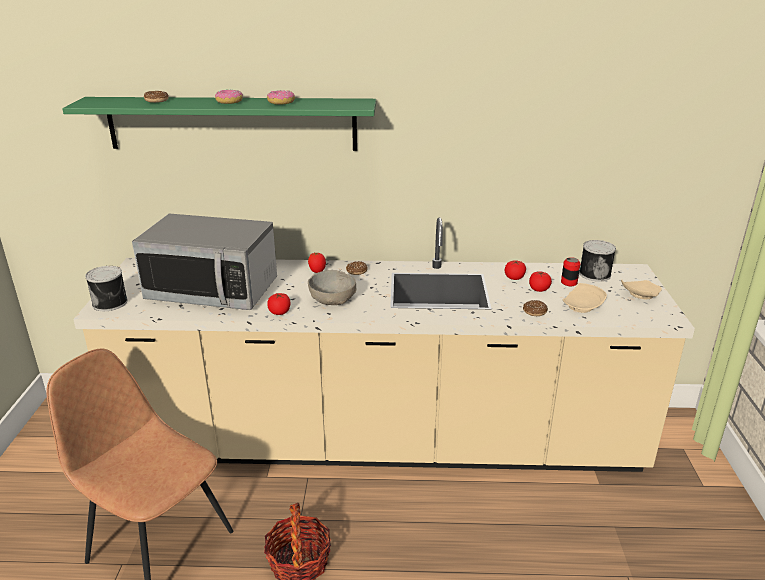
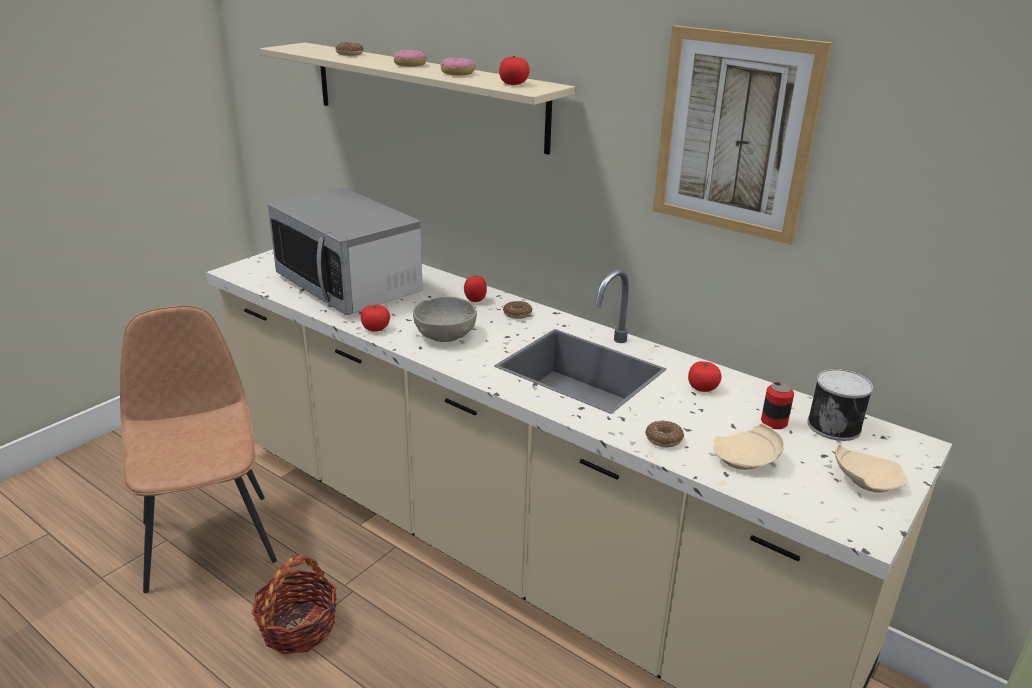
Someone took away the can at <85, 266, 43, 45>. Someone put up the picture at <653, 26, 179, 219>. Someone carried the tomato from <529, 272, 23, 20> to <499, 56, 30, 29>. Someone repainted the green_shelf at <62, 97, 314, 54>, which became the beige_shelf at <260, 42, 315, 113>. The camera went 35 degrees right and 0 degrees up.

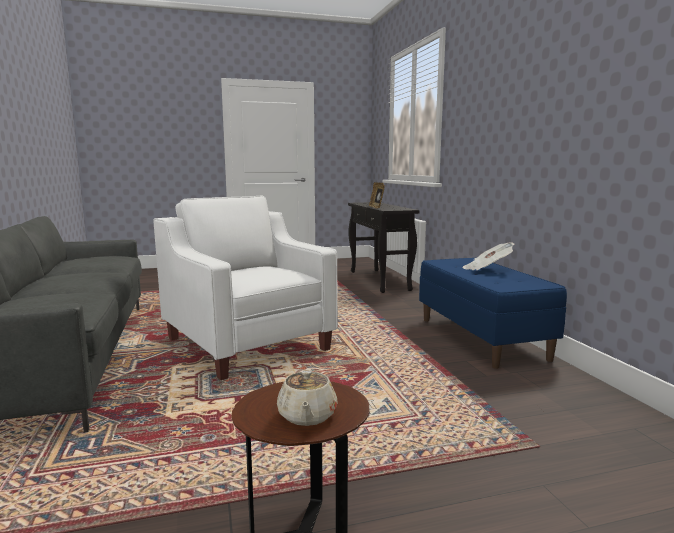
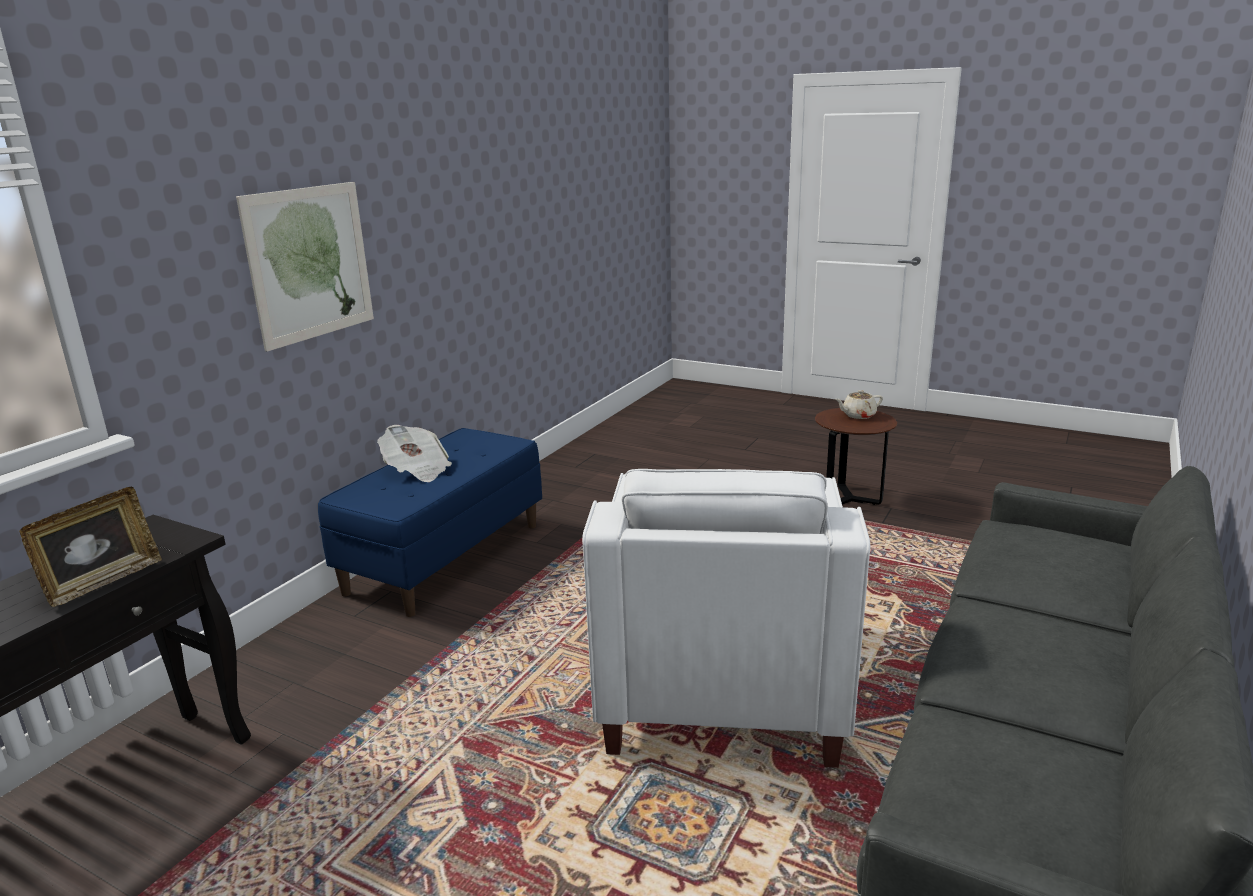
Someone put up the picture at <236, 182, 138, 170>. Someone rotated the beige_teapot at <277, 368, 61, 58> by 150 degrees counterclockwise. The camera went 135 degrees left and 10 degrees up.

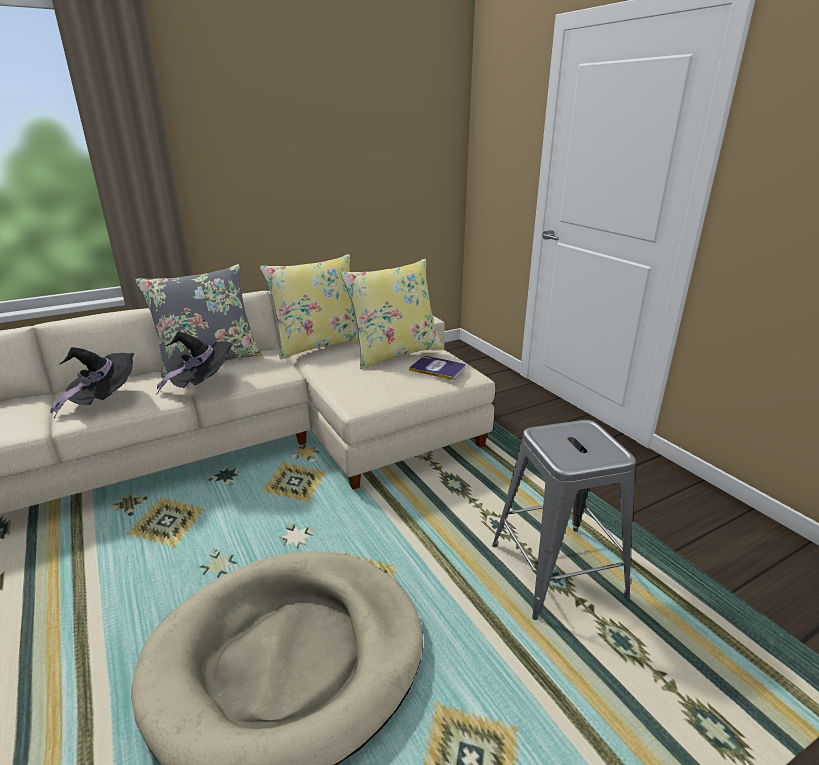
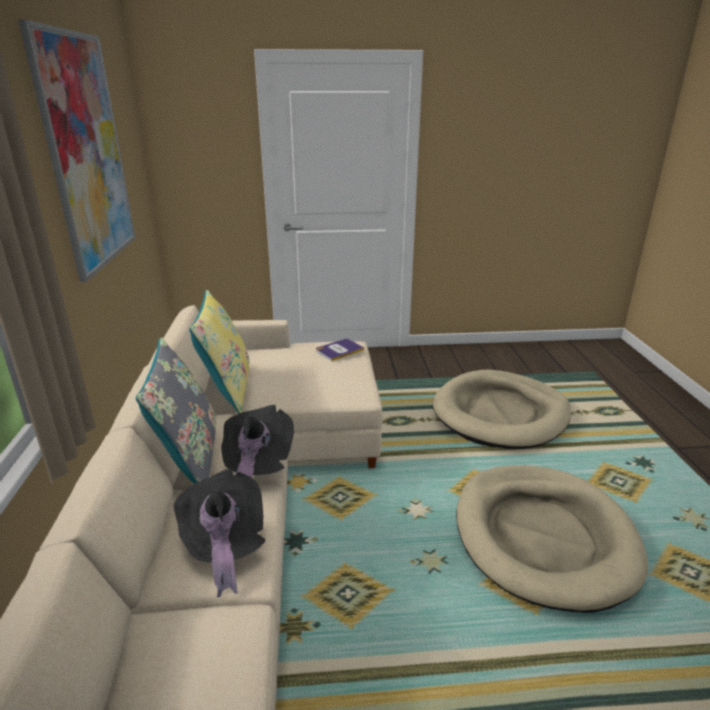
Someone took away the yellow_pillow at <340, 259, 103, 110>. Someone put up the picture at <18, 20, 117, 262>. Someone swapped the grey_stool at <492, 420, 144, 200> for the beige_dog_bed at <433, 370, 138, 79>. The camera went 65 degrees left and 0 degrees up.

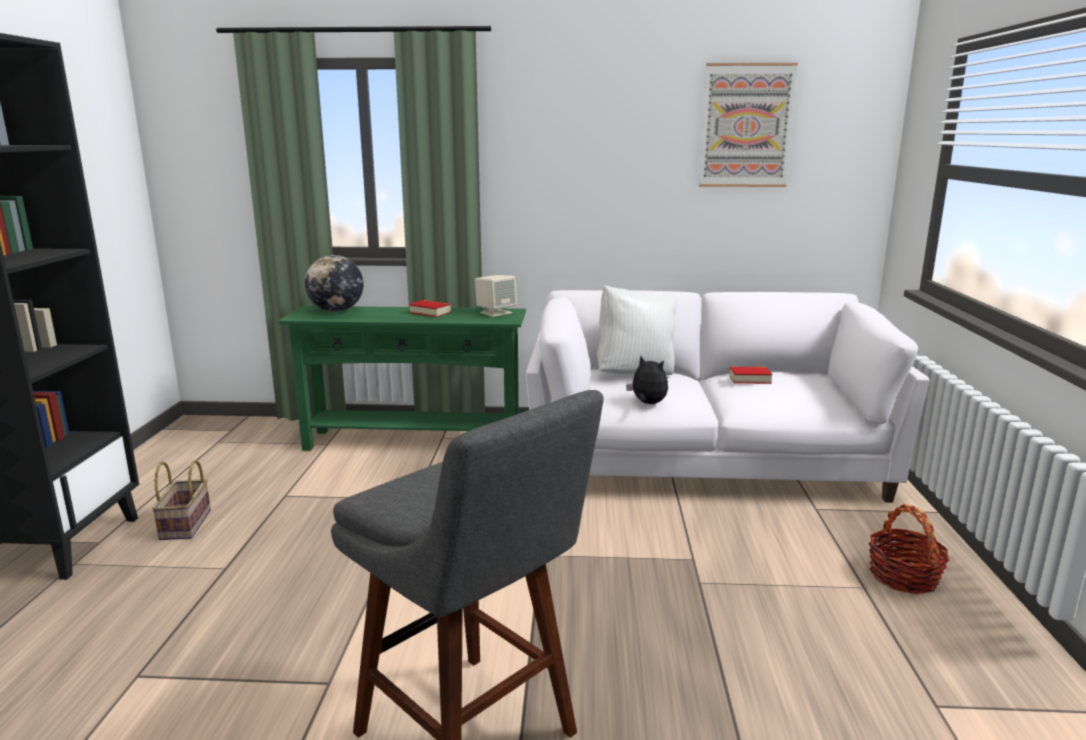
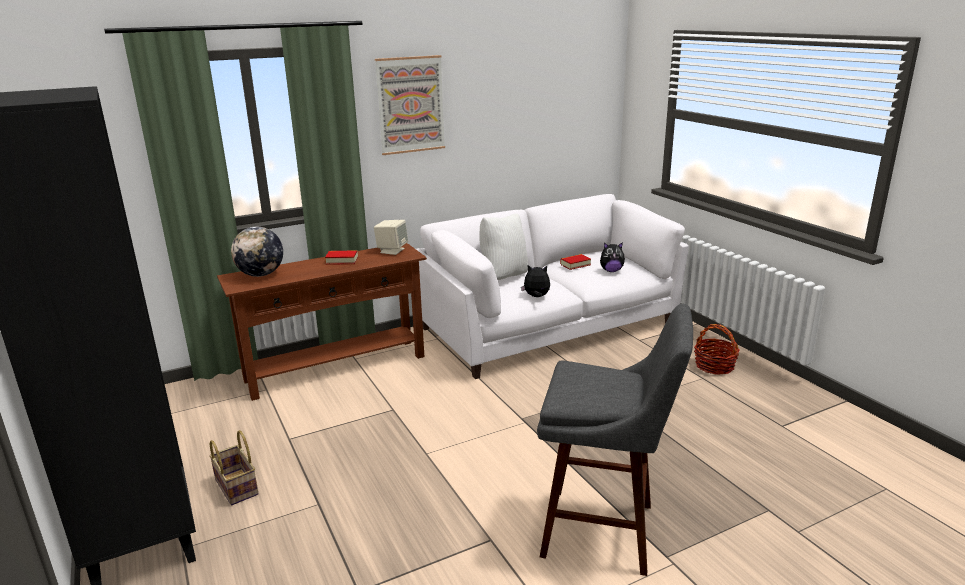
Someone put down the plush_toy at <600, 242, 25, 30>. Someone carried the picture from <699, 63, 99, 124> to <375, 55, 70, 100>. Someone repainted the green_console_table at <278, 306, 248, 145>, which became the brown_console_table at <217, 243, 210, 158>. The camera went 30 degrees left and 5 degrees up.

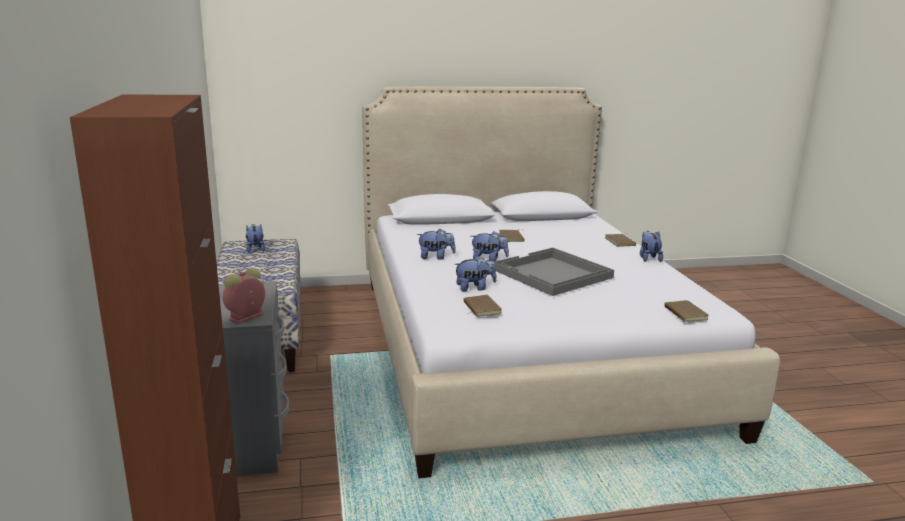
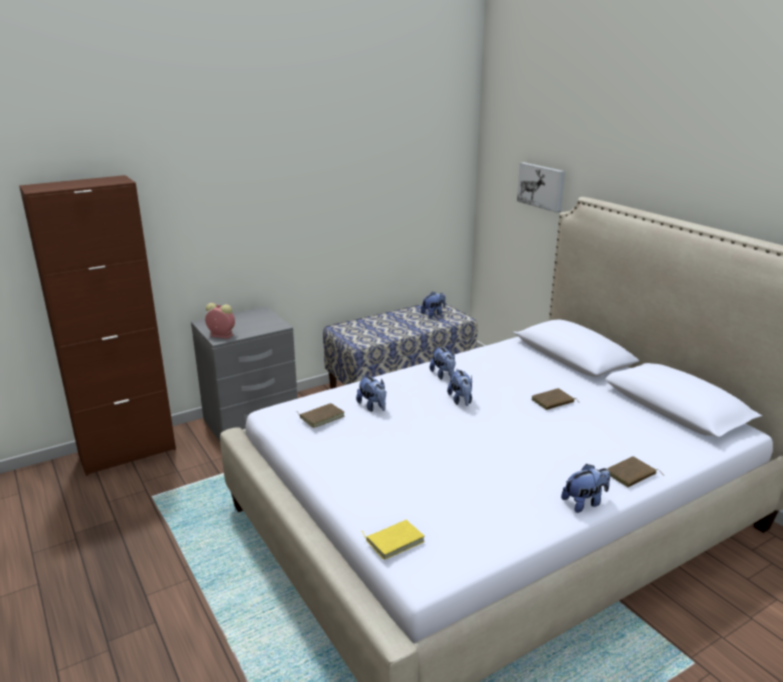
Someone took away the grey_tray at <494, 248, 120, 48>. Someone put up the picture at <517, 162, 48, 51>. Someone repainted the brown_book at <665, 300, 43, 22>, which became the yellow_book at <362, 520, 62, 40>. The camera went 70 degrees right and 5 degrees up.

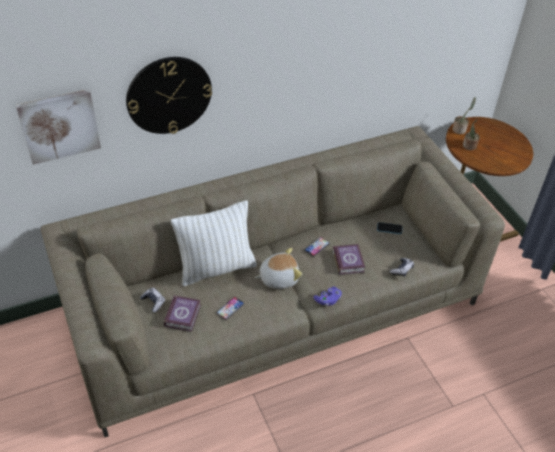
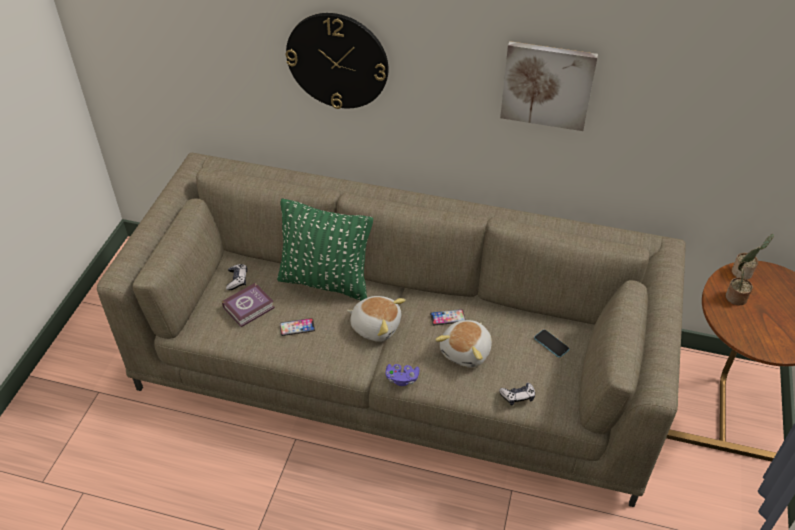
Someone carried the picture from <16, 89, 85, 76> to <500, 41, 98, 90>. Someone swapped the book at <333, 244, 32, 31> for the plush_toy at <435, 320, 57, 47>. Someone repainted the white_pillow at <171, 200, 86, 87>, which became the green_pillow at <277, 199, 96, 102>. The camera went 40 degrees right and 0 degrees up.

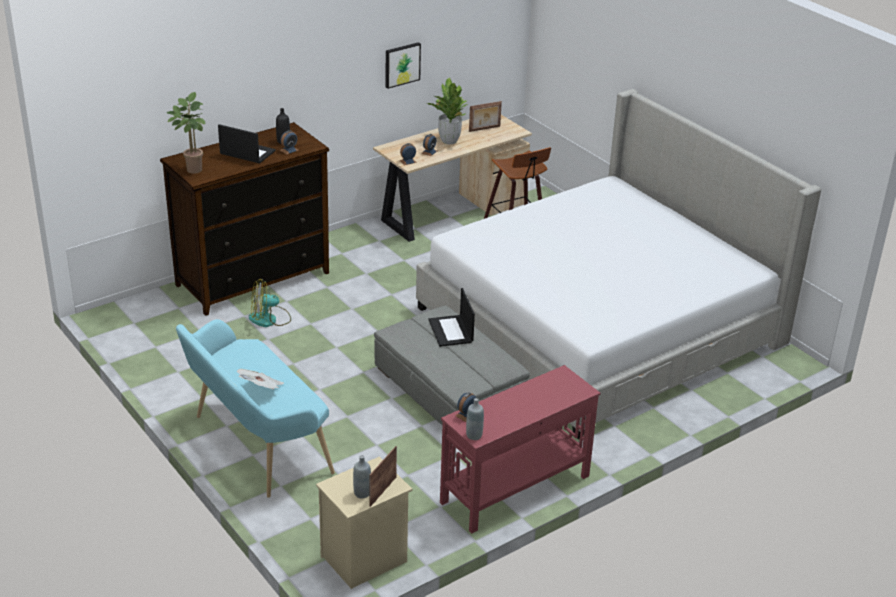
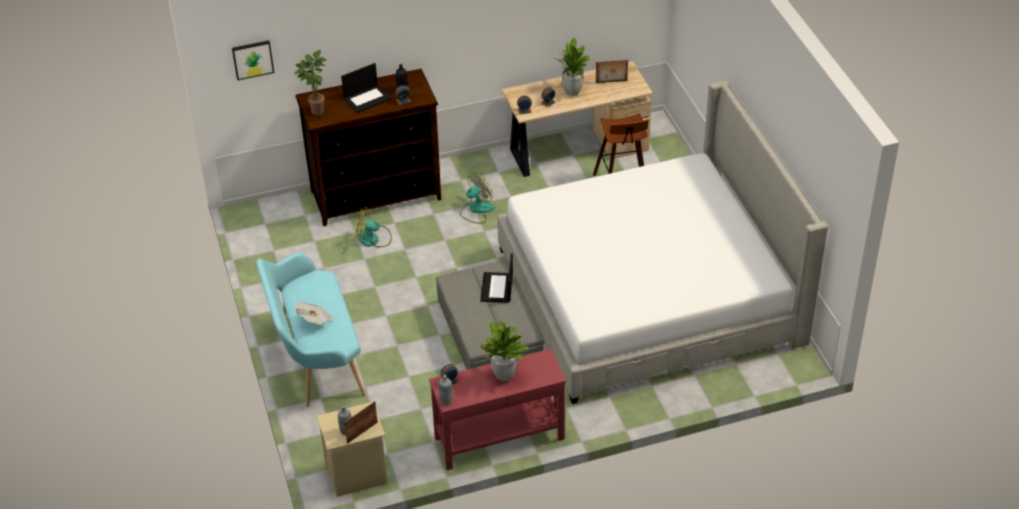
Someone put down the fan at <460, 172, 35, 51>. Someone put down the potted_plant at <479, 321, 49, 60>. Someone carried the picture from <386, 42, 35, 47> to <232, 40, 42, 40>. Someone rotated the laptop at <218, 124, 58, 40> by 105 degrees clockwise. The camera went 20 degrees right and 10 degrees up.

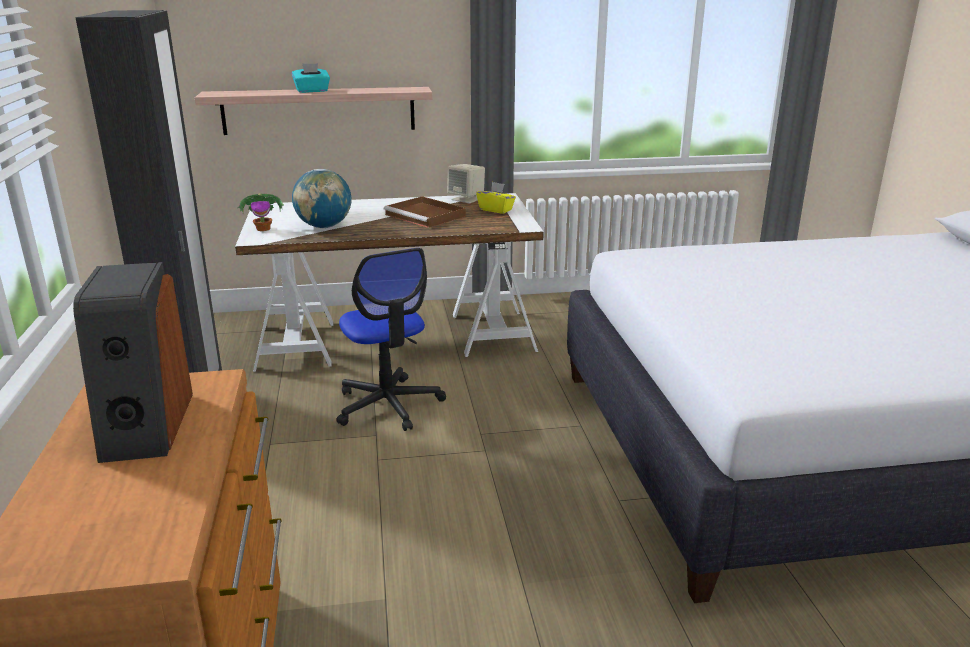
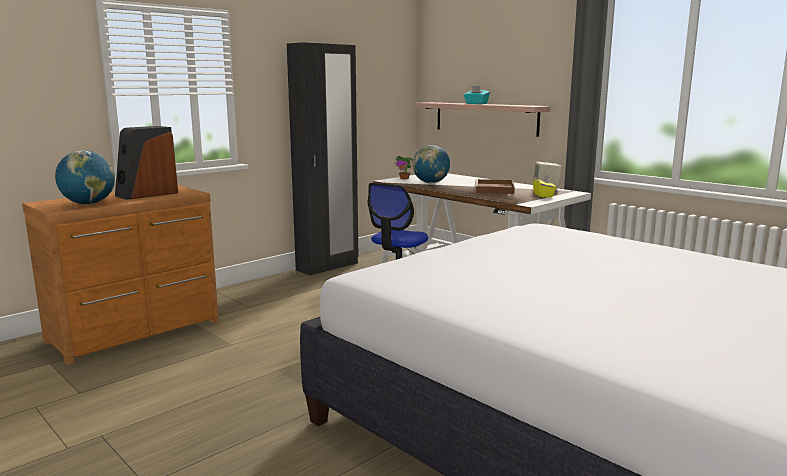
Someone put down the globe at <55, 150, 60, 55>. The camera went 55 degrees right and 10 degrees down.

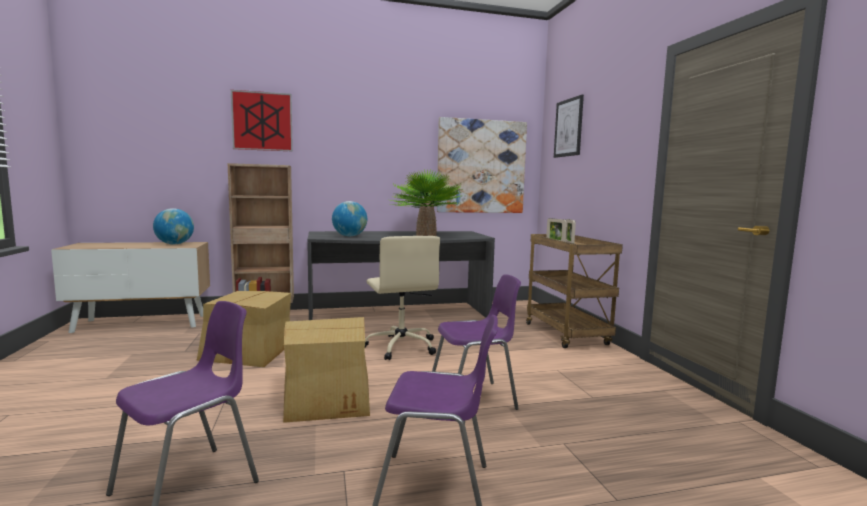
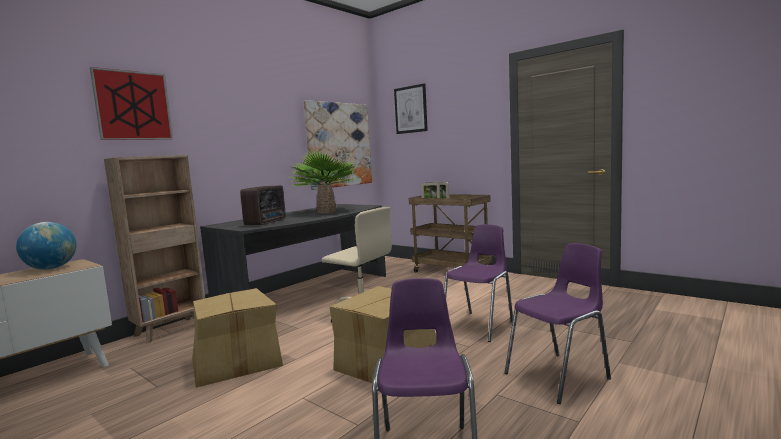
Someone swapped the globe at <332, 201, 35, 35> for the radio at <240, 185, 46, 41>. The camera went 35 degrees left and 0 degrees up.

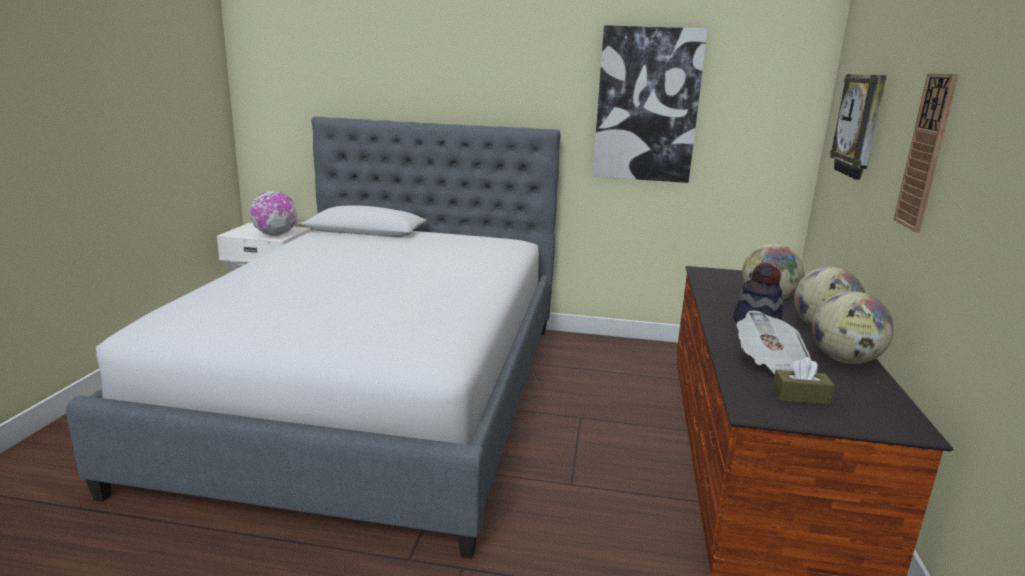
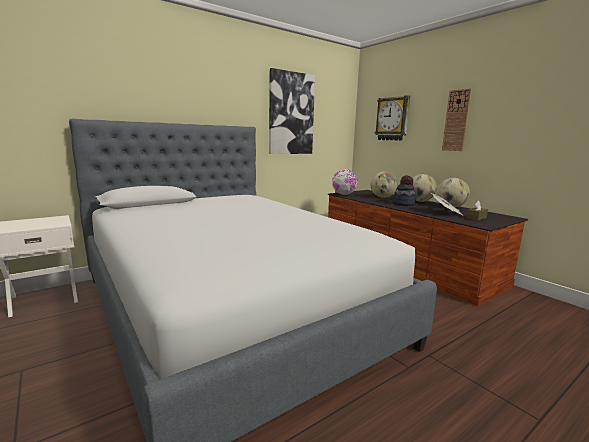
Someone carried the globe from <250, 191, 47, 45> to <332, 169, 26, 26>. The camera went 45 degrees left and 5 degrees down.

